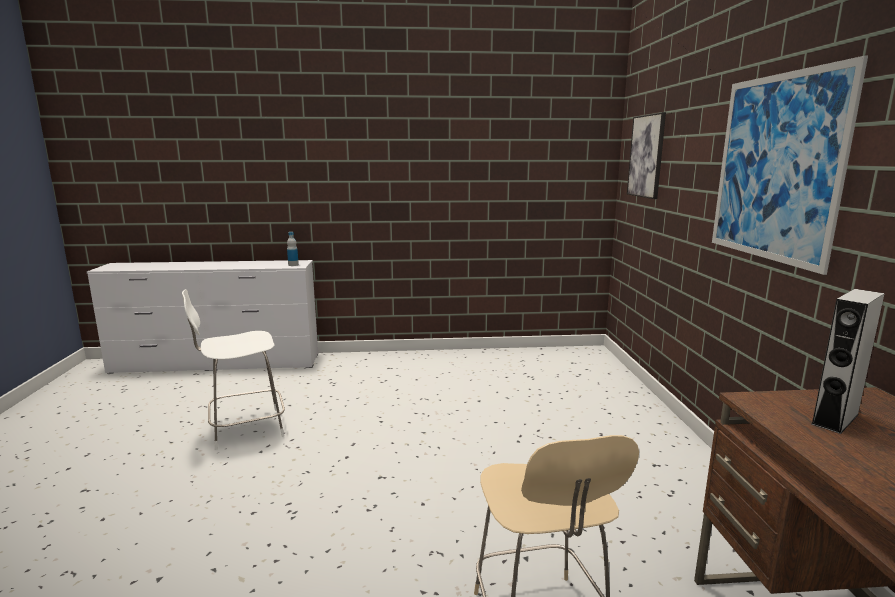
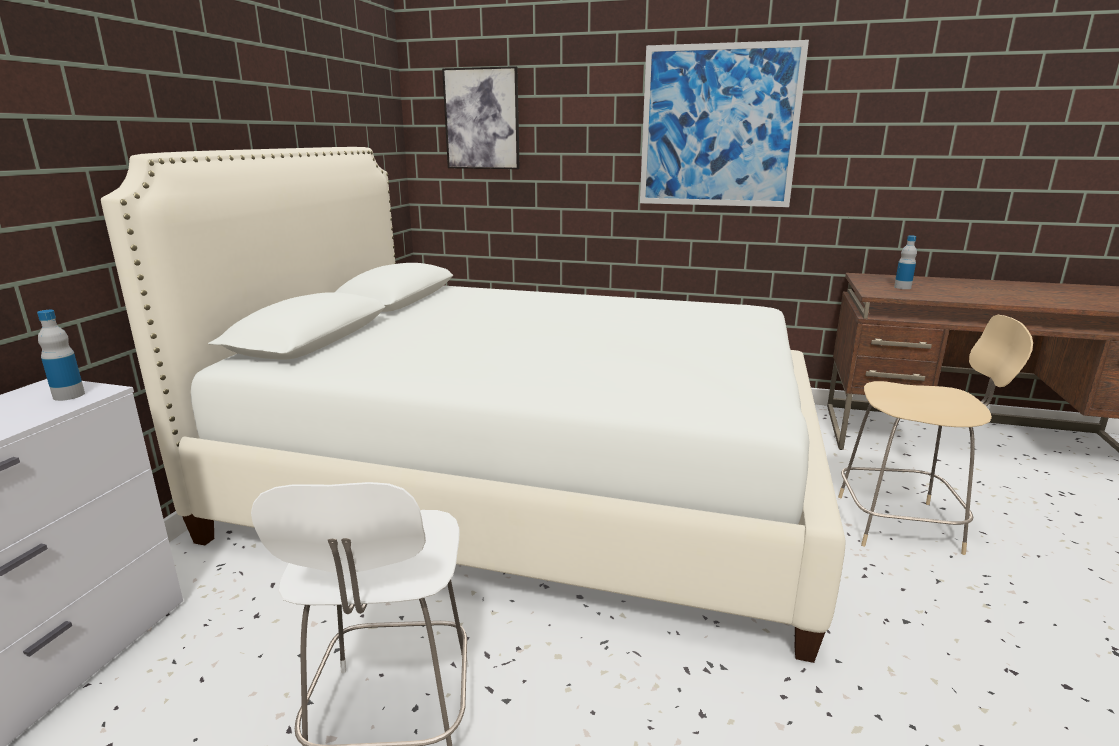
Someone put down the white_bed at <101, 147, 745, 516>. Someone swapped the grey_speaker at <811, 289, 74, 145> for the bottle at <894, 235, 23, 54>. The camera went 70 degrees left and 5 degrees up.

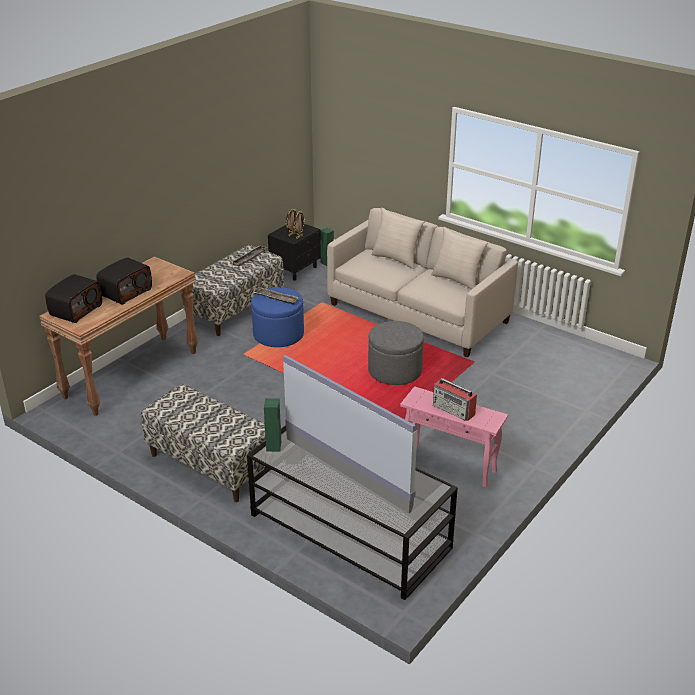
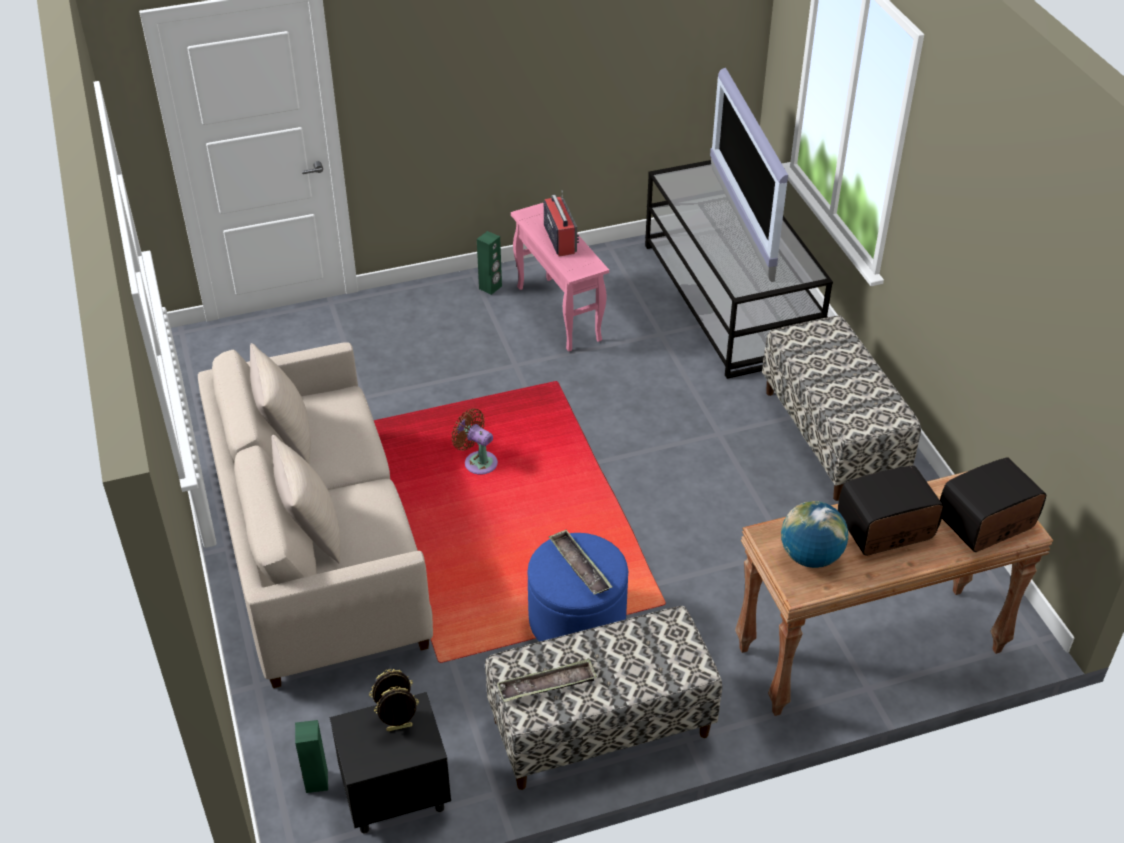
Someone put down the globe at <781, 501, 68, 67>. Someone carried the green_speaker from <264, 398, 17, 54> to <477, 231, 25, 64>. Someone swapped the grey_ottoman at <368, 321, 56, 64> for the brown_fan at <451, 408, 47, 67>. The camera went 145 degrees left and 10 degrees up.

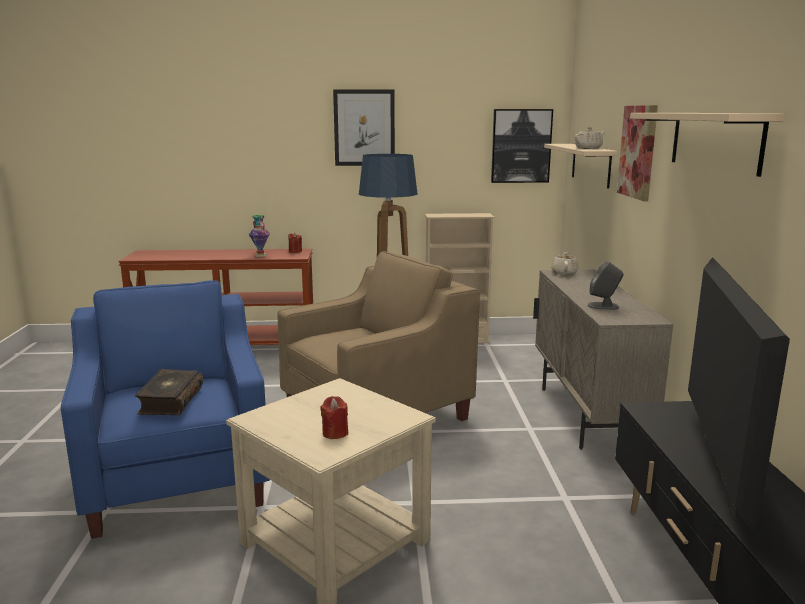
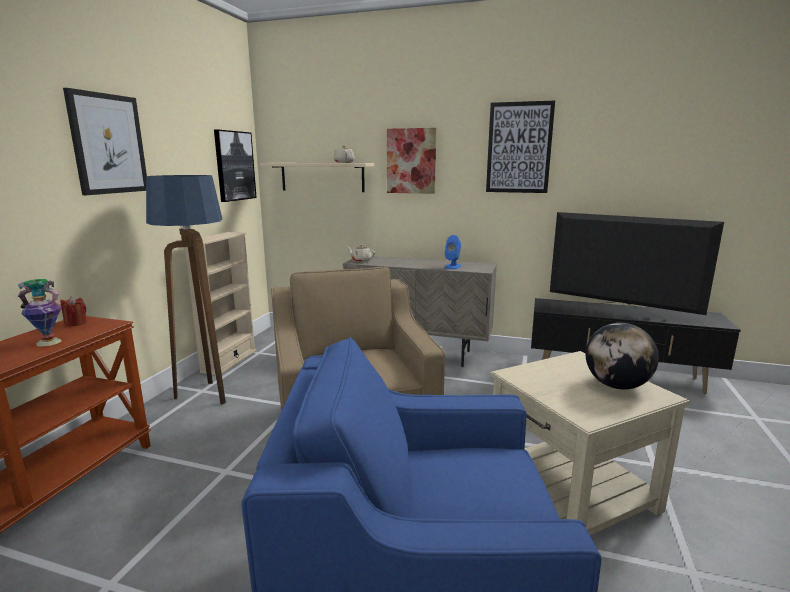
Someone took away the book at <135, 369, 68, 46>. Someone swapped the red_candle at <320, 396, 28, 43> for the globe at <586, 323, 73, 67>. Someone swapped the beige_shelf at <630, 113, 154, 64> for the picture at <486, 101, 69, 92>. Someone repainted the grey_speaker at <587, 261, 36, 49>, which became the blue_speaker at <445, 235, 16, 34>. The camera went 70 degrees left and 0 degrees up.

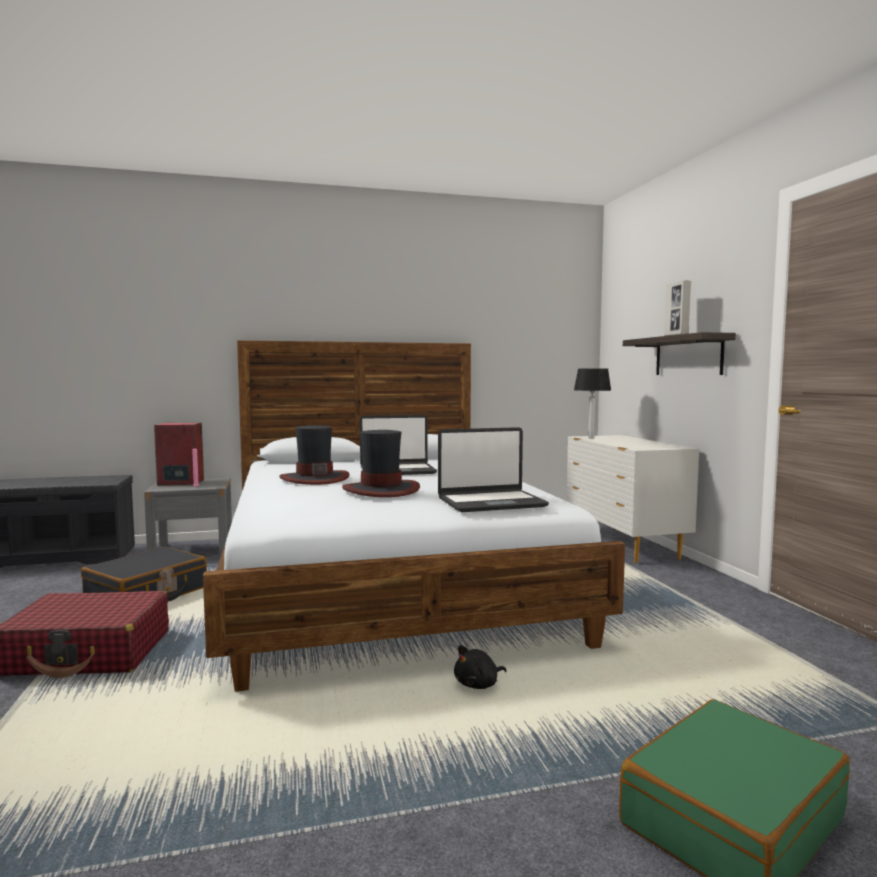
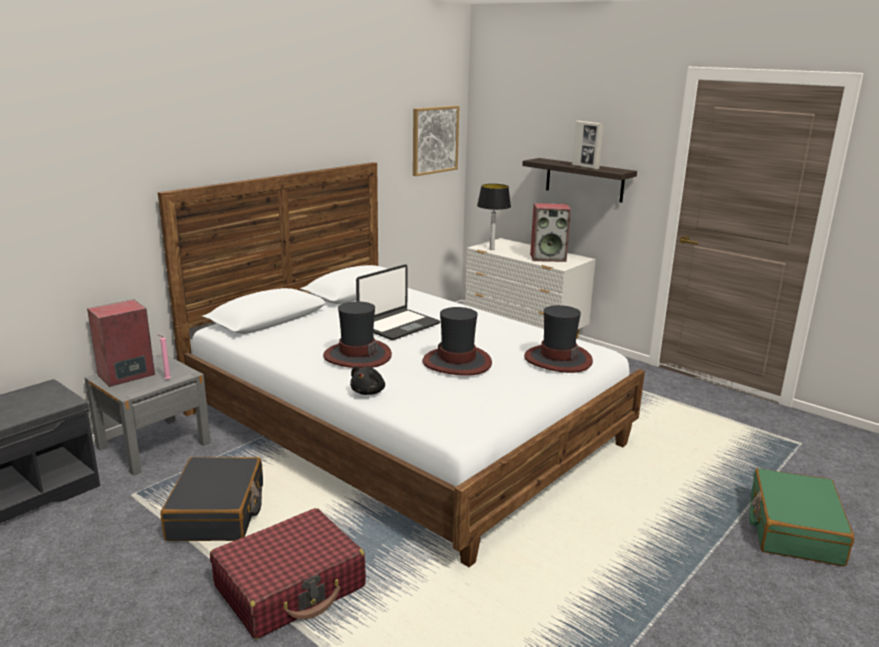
Someone put up the picture at <413, 106, 46, 70>. Someone put down the speaker at <530, 203, 41, 59>. Someone carried the black_plush_toy from <454, 645, 53, 44> to <350, 366, 35, 29>. Someone swapped the laptop at <438, 427, 111, 85> for the hat at <524, 305, 69, 68>. The camera went 35 degrees left and 15 degrees up.

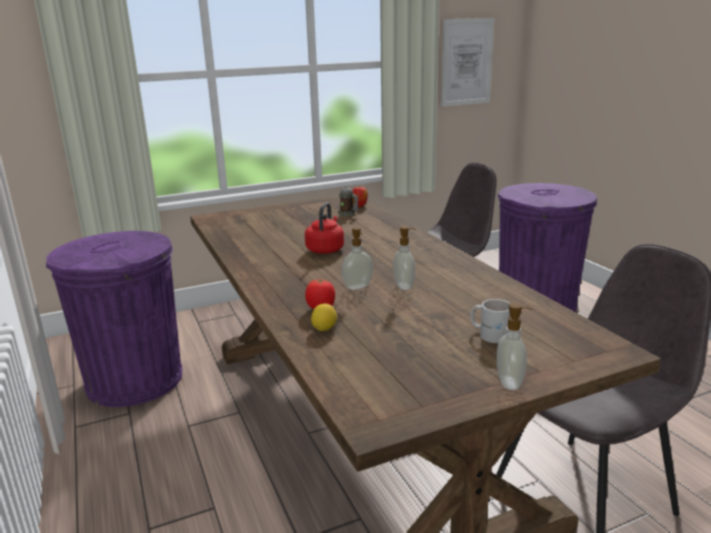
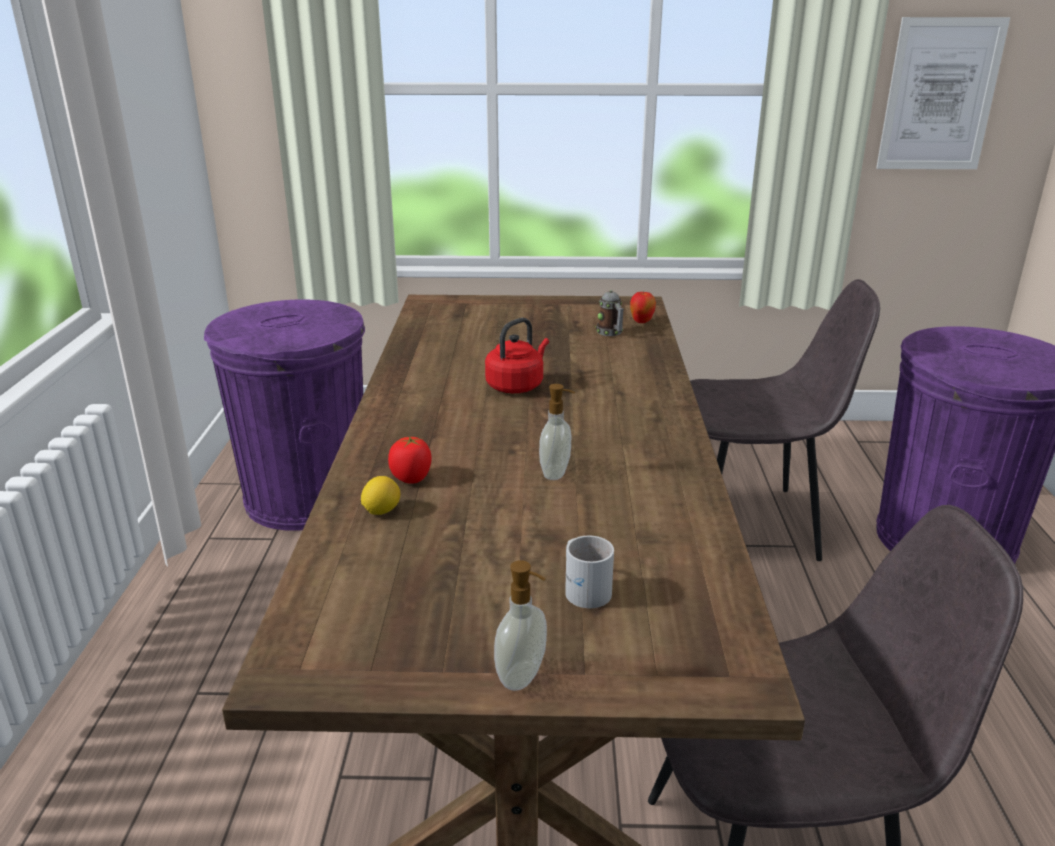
Someone took away the soap_dispenser at <342, 227, 31, 63>. The camera went 25 degrees right and 5 degrees up.

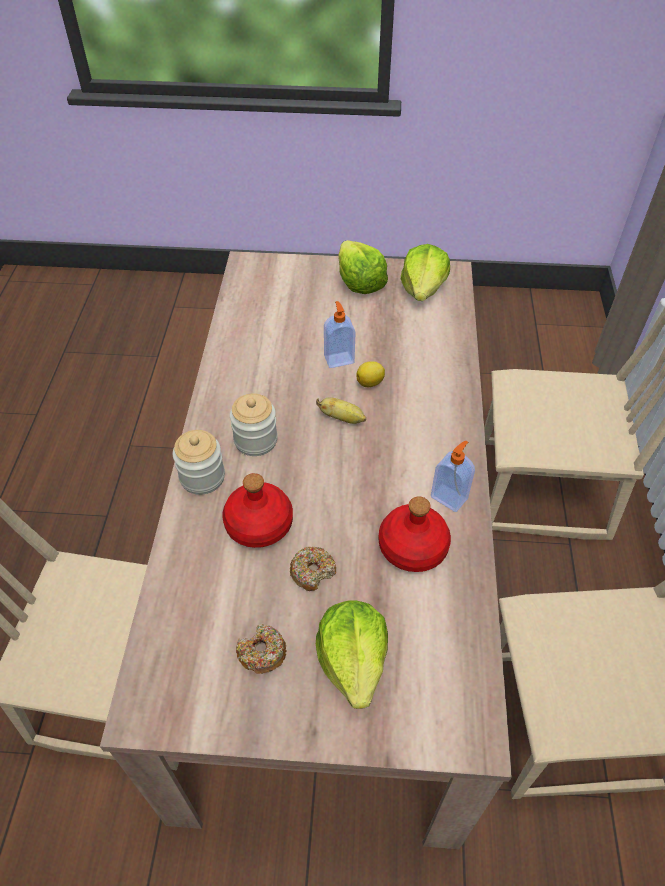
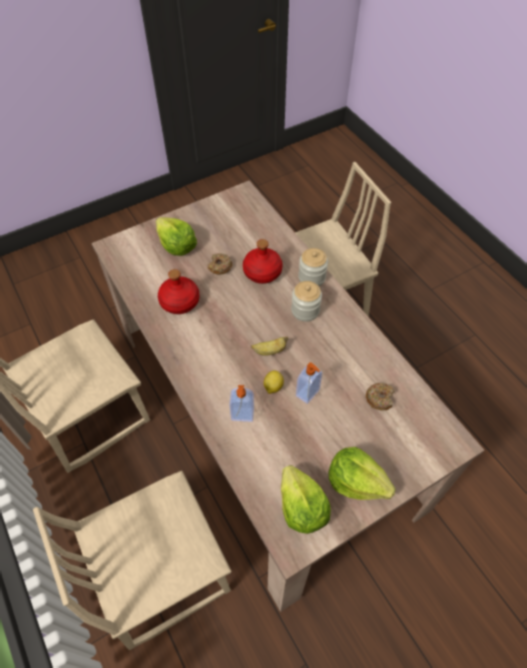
Someone carried the donut from <236, 624, 50, 50> to <366, 383, 29, 28>. Someone carried the soap_dispenser from <431, 441, 44, 71> to <229, 385, 25, 37>. The camera went 145 degrees right and 5 degrees up.

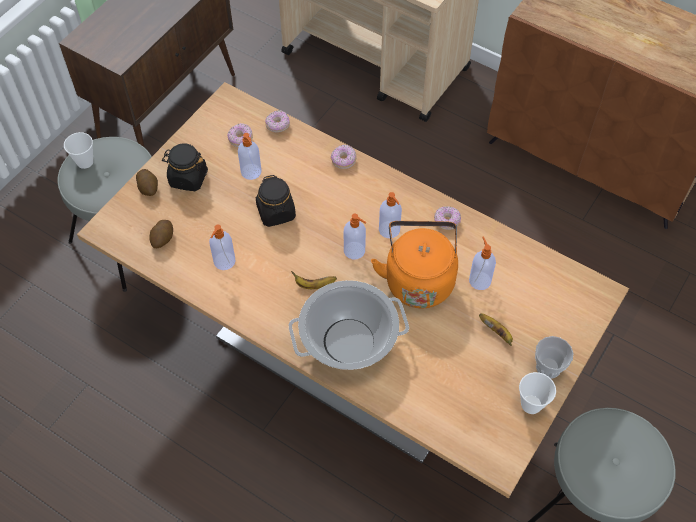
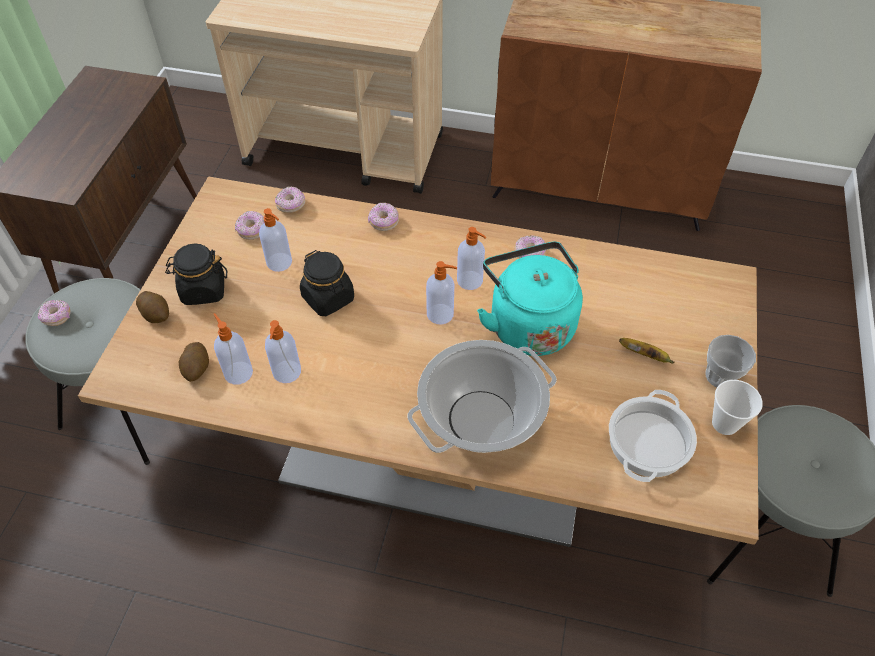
Someone took away the banana at <291, 271, 46, 18>. Someone put down the cooking_pot at <609, 390, 88, 92>. Someone carried the soap_dispenser from <469, 236, 27, 54> to <214, 313, 39, 72>. Someone swapped the cup at <64, 132, 29, 37> for the donut at <38, 300, 33, 26>. Someone repainted the orange_kettle at <371, 221, 87, 87>, which became the turquoise_kettle at <477, 242, 106, 114>. The camera went 20 degrees left and 5 degrees down.

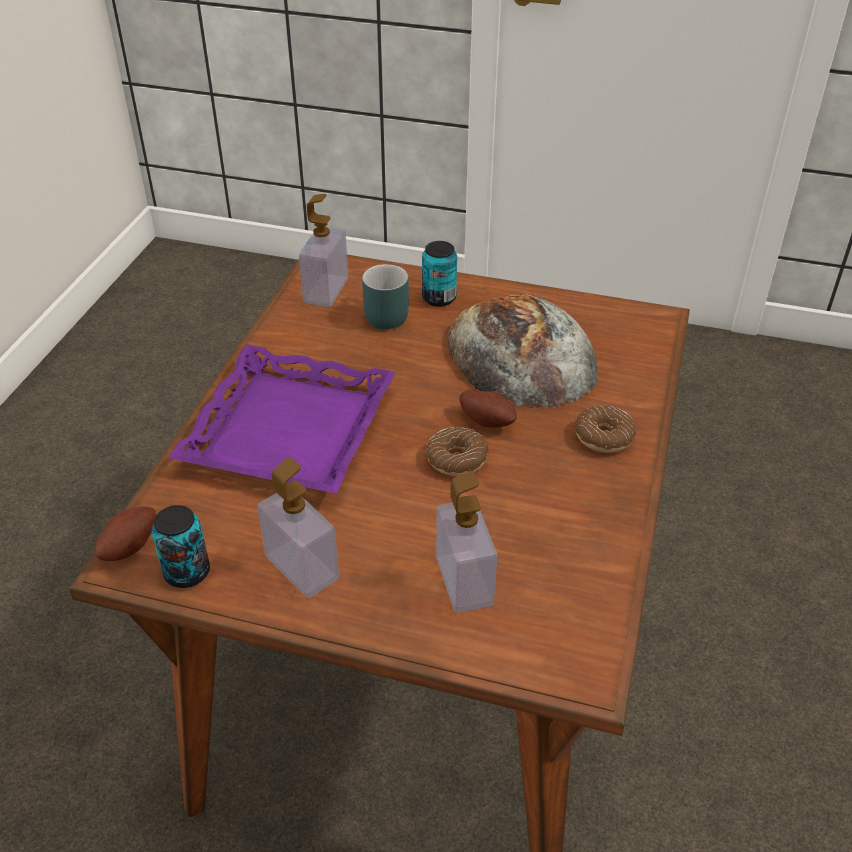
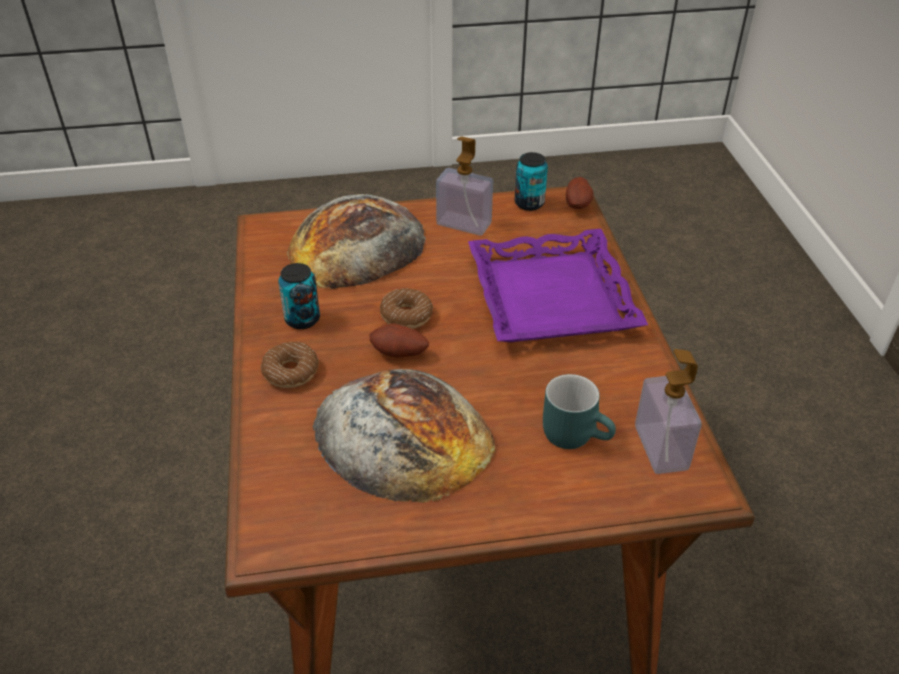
Someone carried the can from <422, 241, 35, 66> to <278, 263, 42, 66>. Someone swapped the soap_dispenser at <436, 471, 61, 142> for the bread at <287, 194, 139, 95>. The camera went 155 degrees right and 0 degrees up.

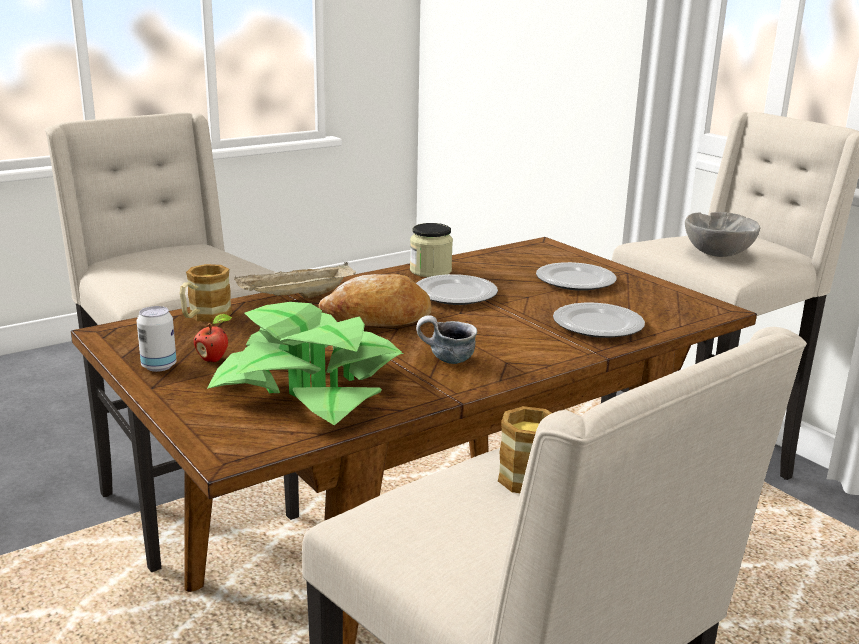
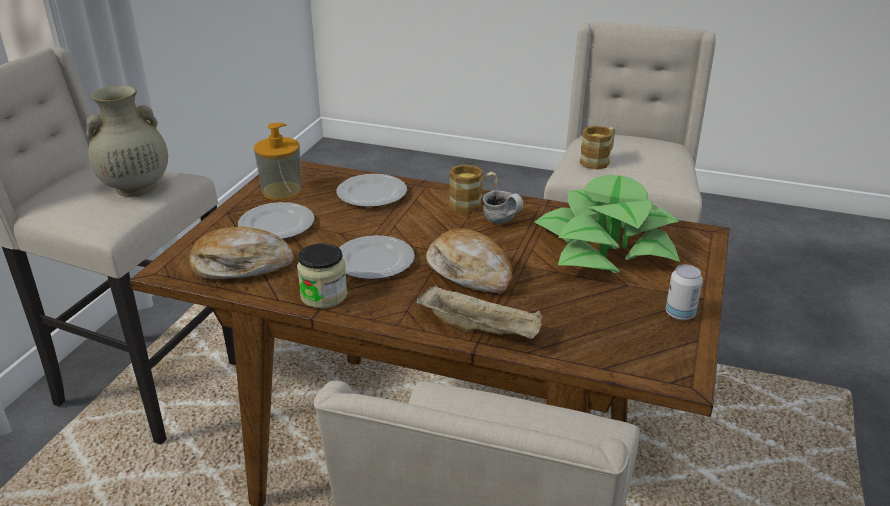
Someone took away the apple at <194, 314, 38, 48>. Someone put down the bread at <189, 226, 105, 53>. Someone put down the soap_dispenser at <254, 123, 47, 77>. Someone carried the mug from <180, 264, 52, 58> to <449, 164, 49, 49>. Someone swapped the grey_bowl at <685, 212, 75, 45> for the beige_vase at <86, 85, 82, 112>. The camera went 125 degrees left and 10 degrees up.

